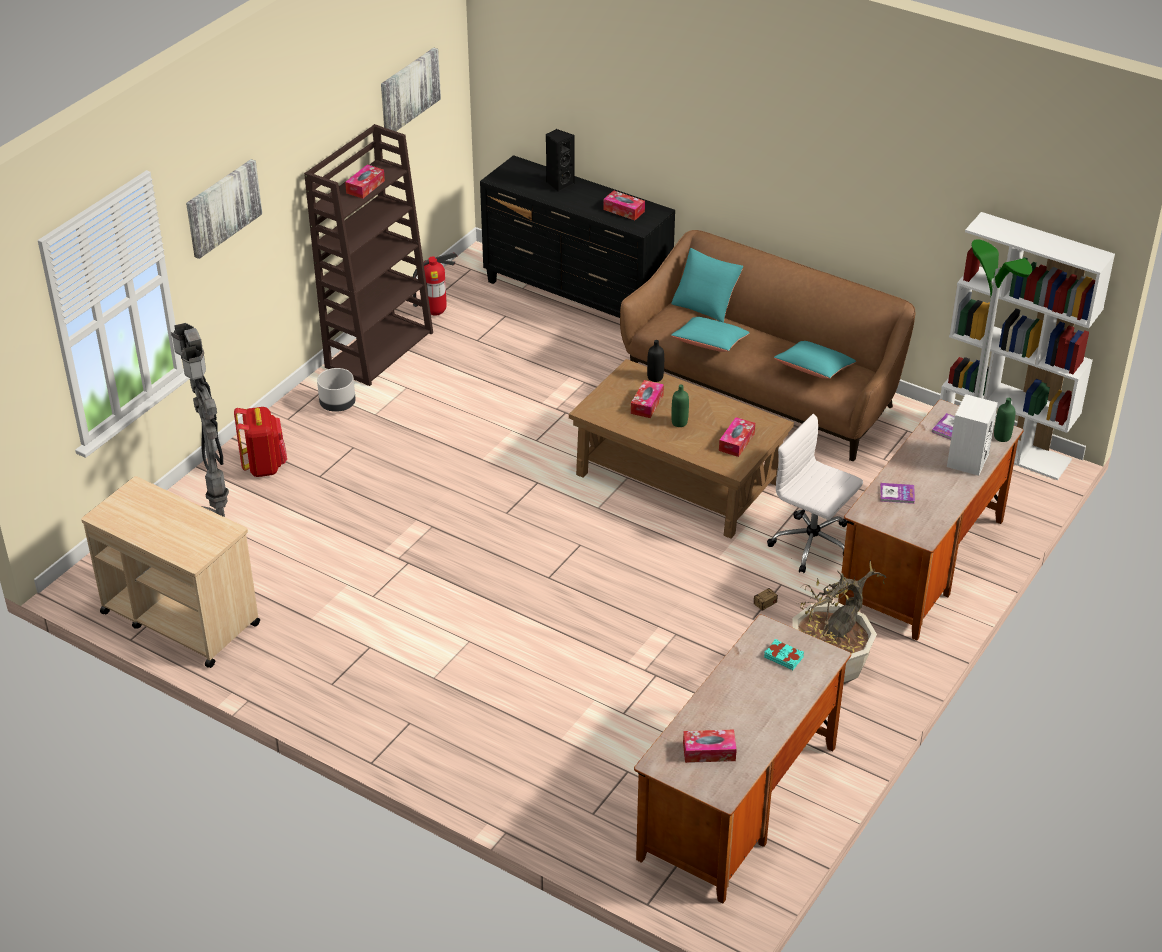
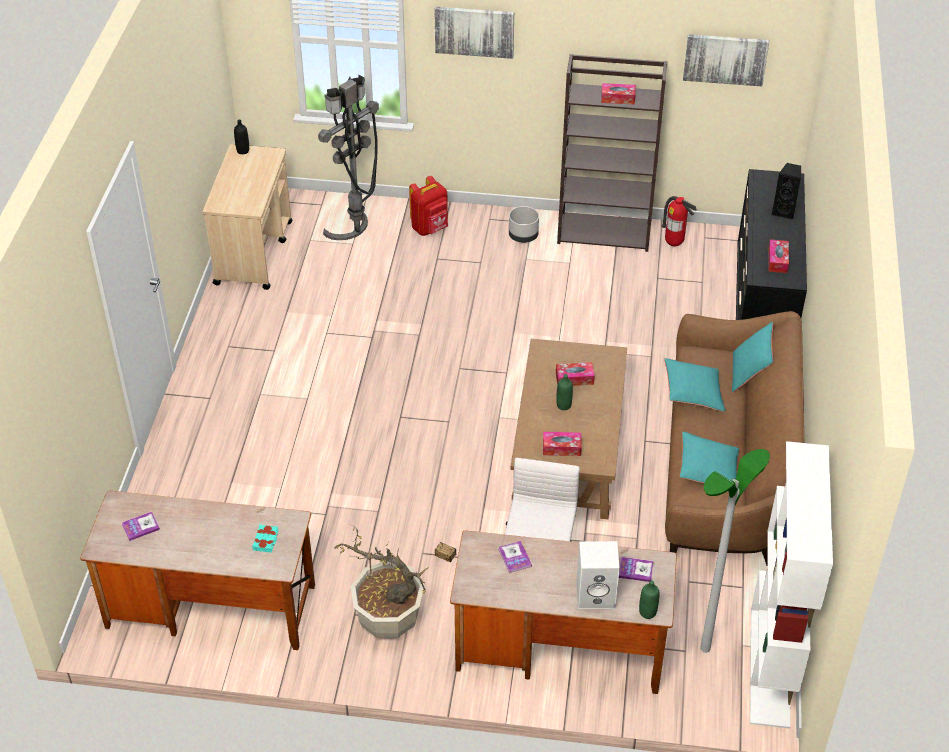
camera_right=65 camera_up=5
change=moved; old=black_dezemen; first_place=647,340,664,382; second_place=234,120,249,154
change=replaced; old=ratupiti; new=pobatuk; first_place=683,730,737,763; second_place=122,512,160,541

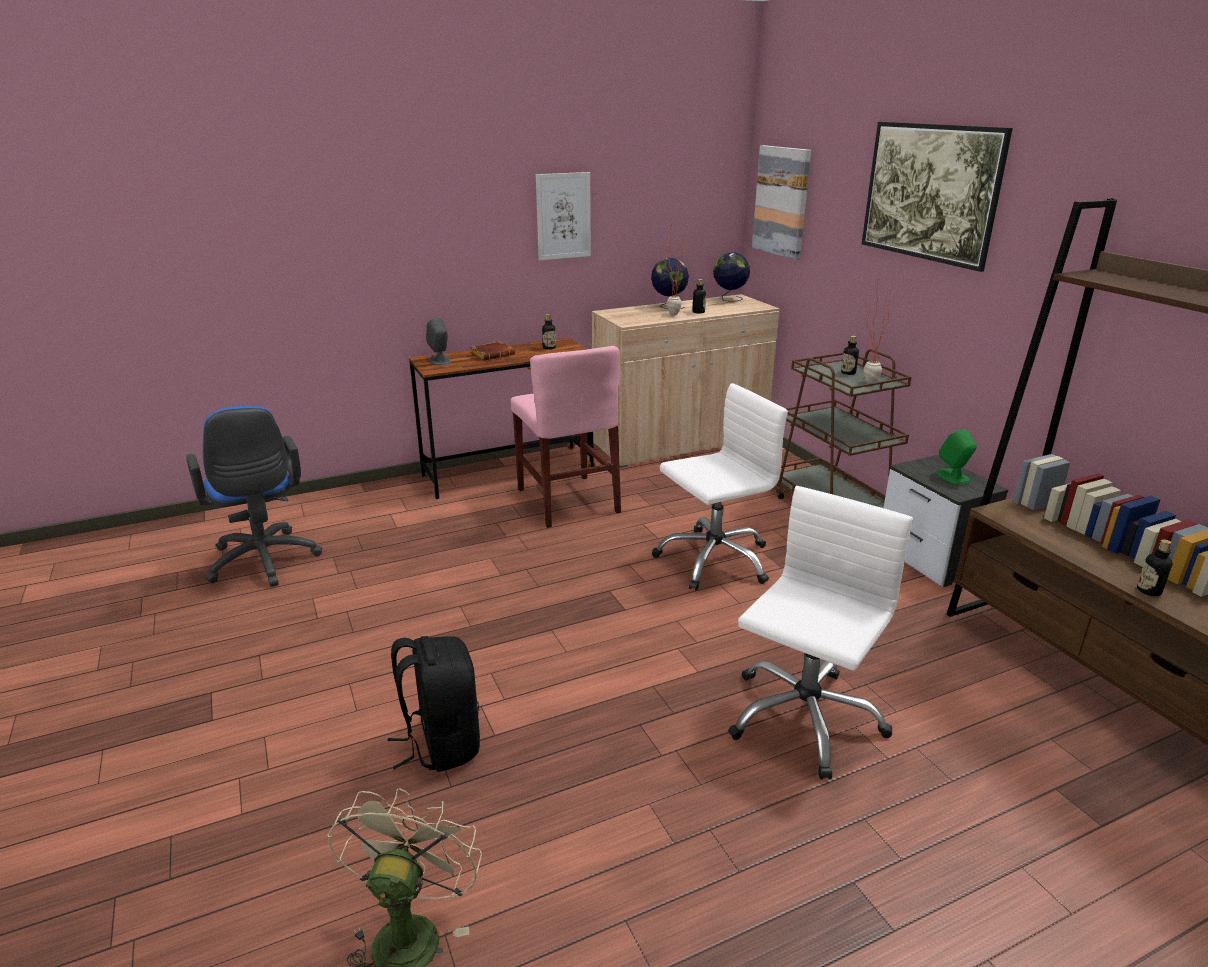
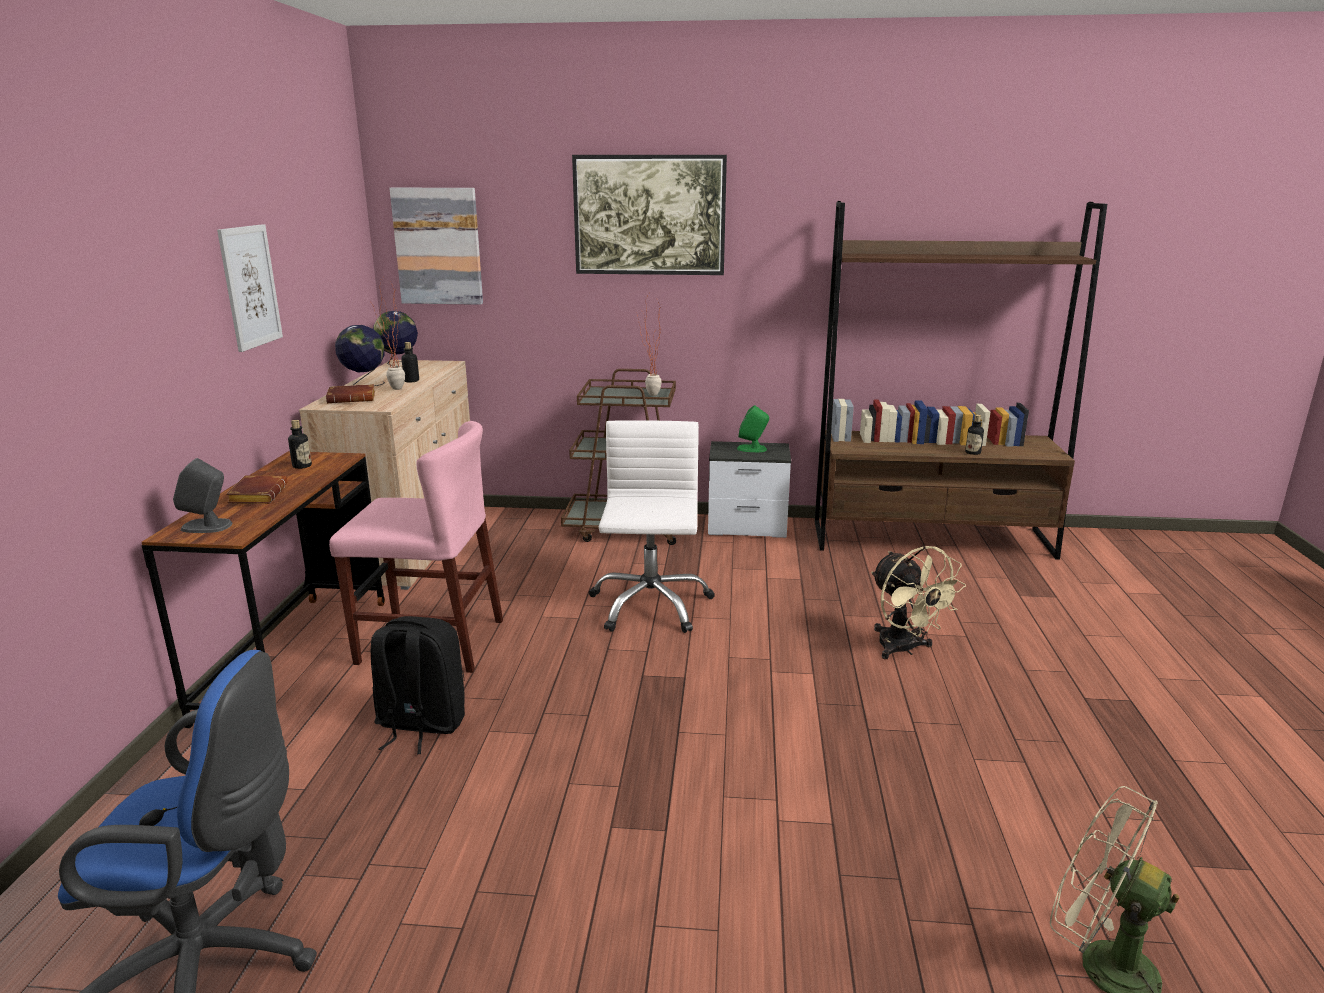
camera_right=-60 camera_up=-5
change=moved; old=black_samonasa; first_place=387,636,480,772; second_place=371,616,465,754
change=replaced; old=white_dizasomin; new=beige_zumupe; first_place=728,486,913,779; second_place=871,546,966,659
change=removed; old=dezemen; first_place=841,336,859,375
change=added; new=brown_pobatuk; second_place=326,384,375,403

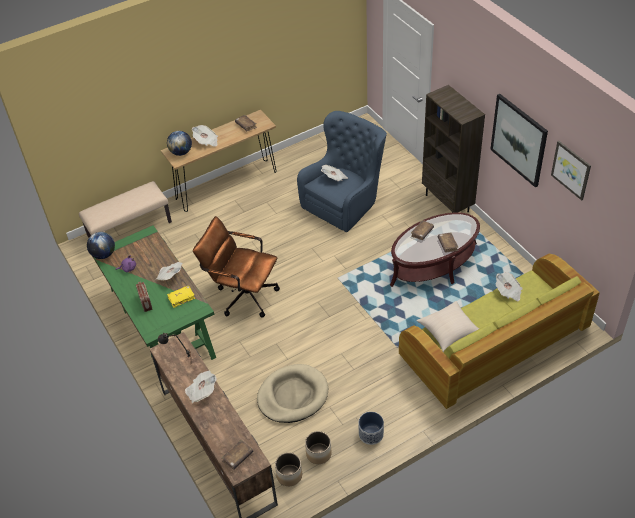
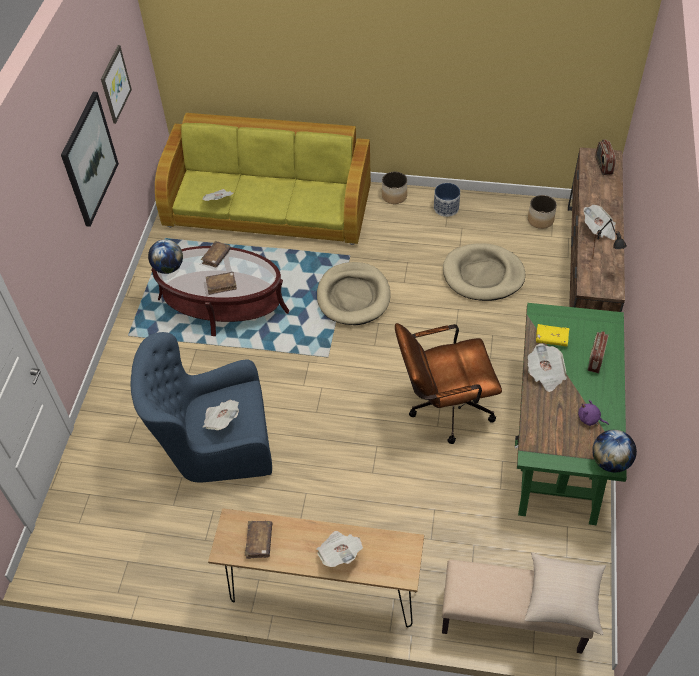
camera_right=-140 camera_up=5
change=moved; old=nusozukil; first_place=167,131,192,156; second_place=148,239,183,274
change=turned; old=brown_dizasomin; first_place=193,216,280,318; second_place=395,323,502,444; degrees=105
change=replaced; old=brown_pobatuk; new=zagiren; first_place=221,440,253,470; second_place=595,139,616,175
change=moved; old=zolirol; first_place=305,431,332,464; second_place=382,171,407,204
change=moved; old=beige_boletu; first_place=416,301,479,352; second_place=524,552,606,635
change=removed; old=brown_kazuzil; first_place=422,85,485,213
change=added; new=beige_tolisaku; second_place=317,262,391,325

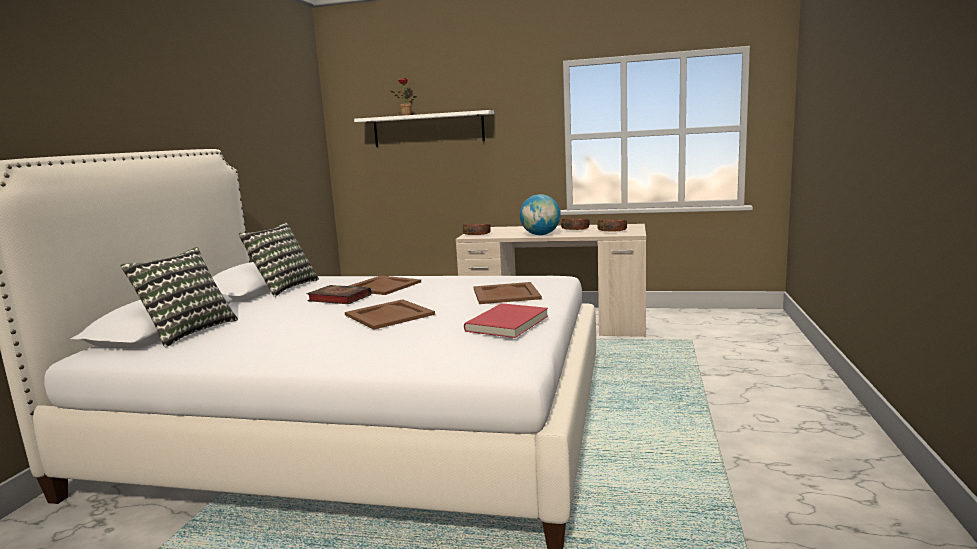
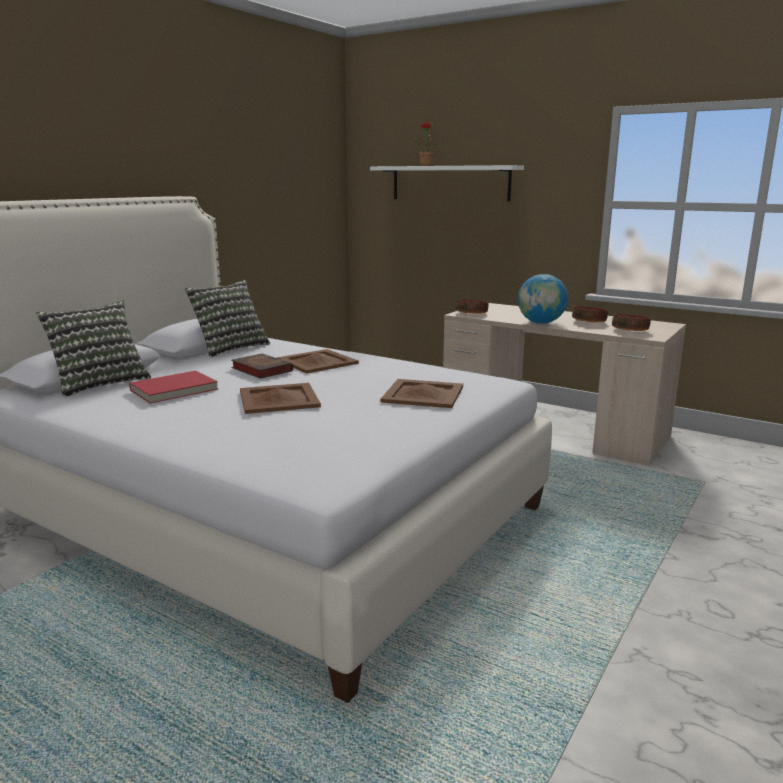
camera_right=20 camera_up=5
change=moved; old=red_pobatuk; first_place=464,303,548,338; second_place=129,371,218,403

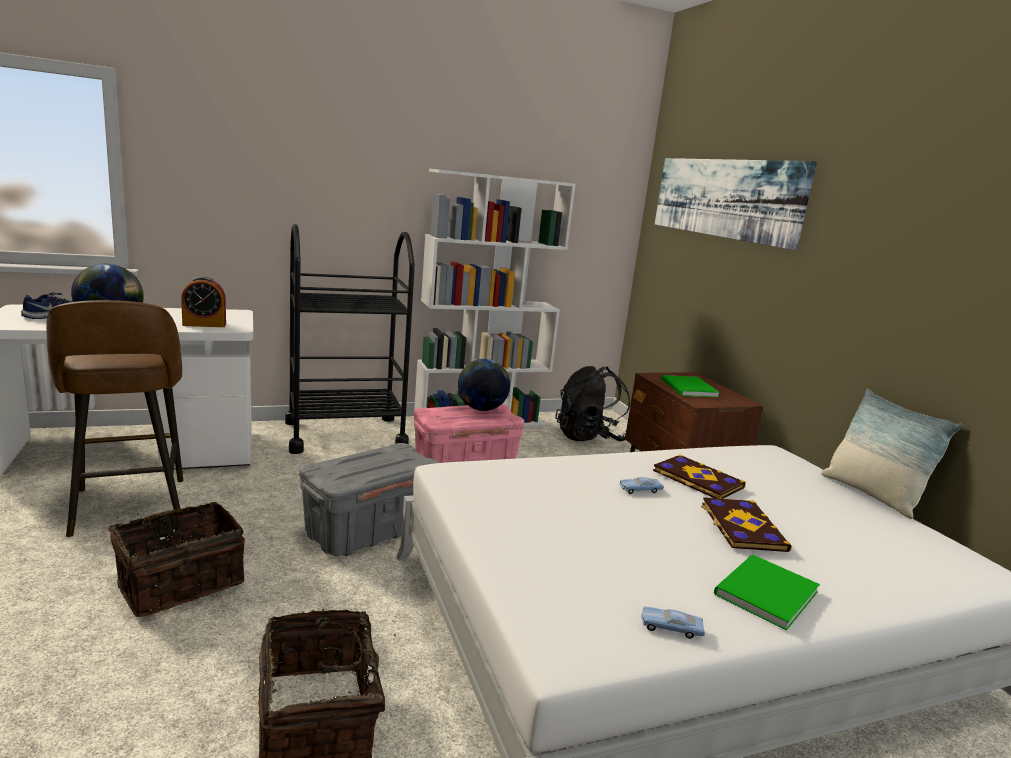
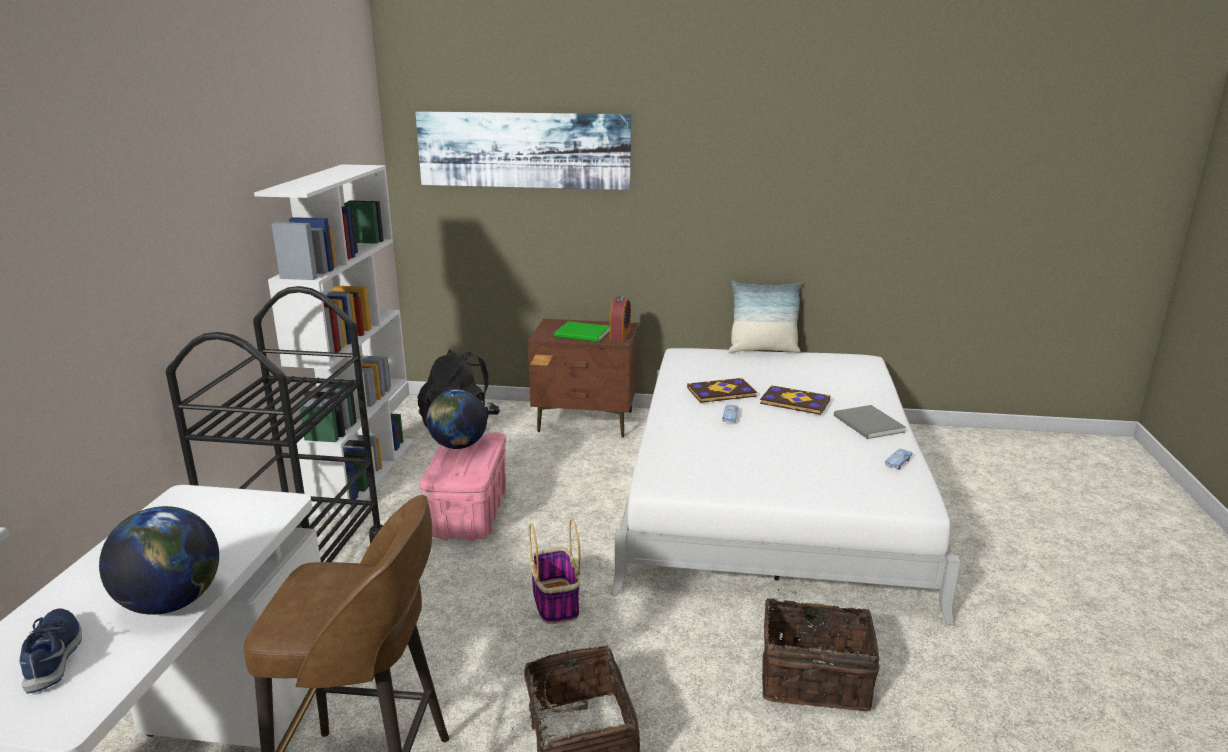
camera_right=-60 camera_up=5
change=moved; old=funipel; first_place=181,276,226,327; second_place=610,296,631,342
change=replaced; old=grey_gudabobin; new=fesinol; first_place=299,443,439,556; second_place=529,518,580,624
change=recoloured; old=green_pobatuk; new=grey_pobatuk; first_place=714,555,820,631; second_place=834,405,906,439

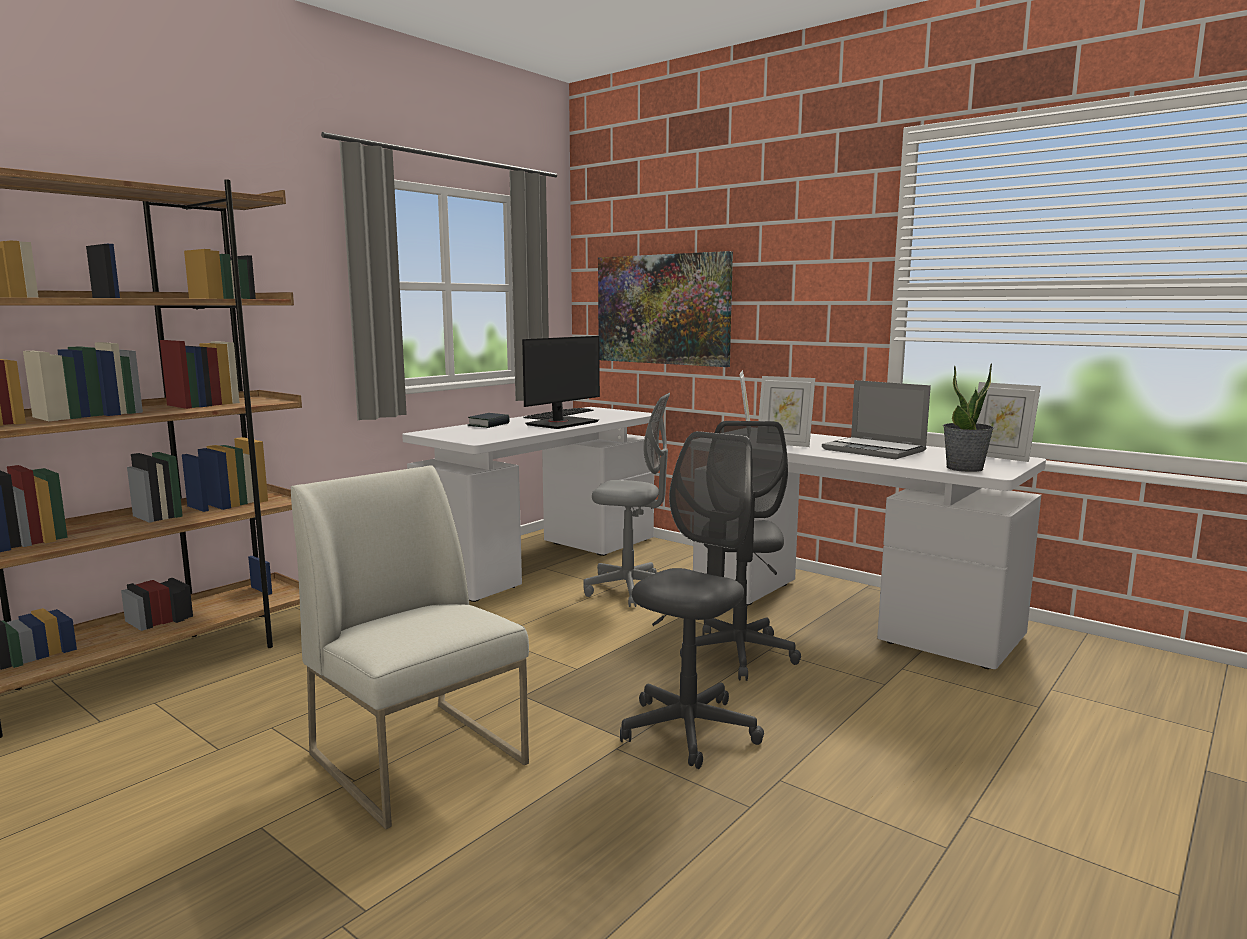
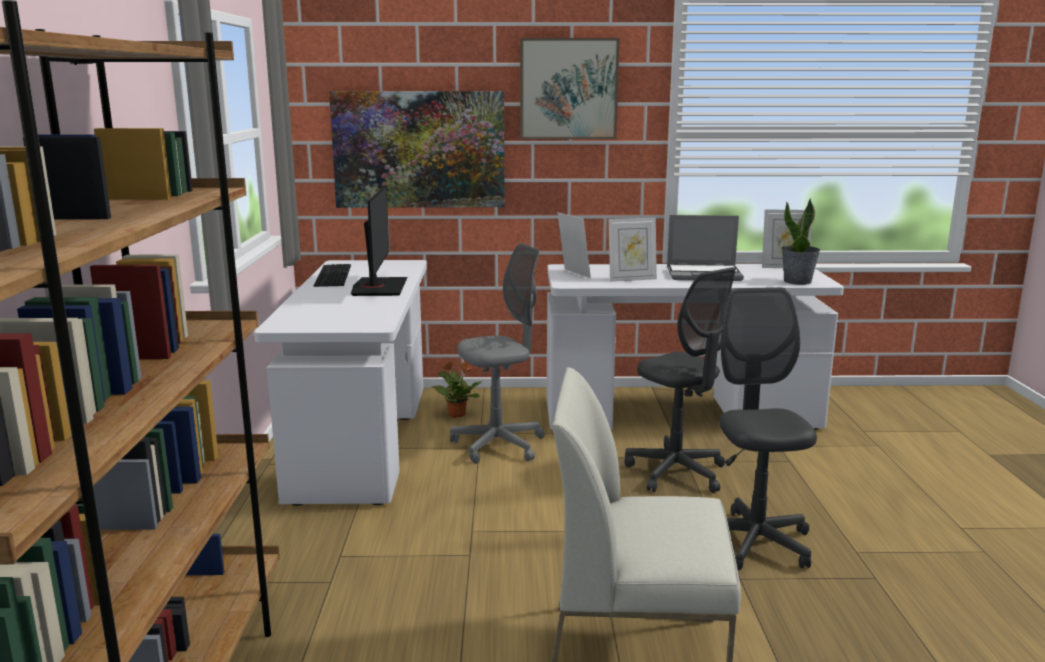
camera_right=-40 camera_up=5
change=removed; old=pobatuk; first_place=467,413,510,428
change=added; new=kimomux; second_place=432,361,482,418
change=added; new=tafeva; second_place=520,38,619,139

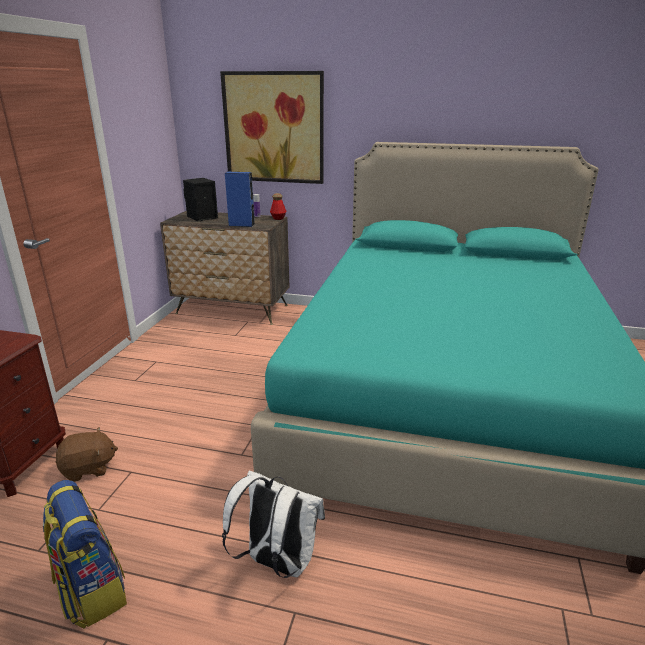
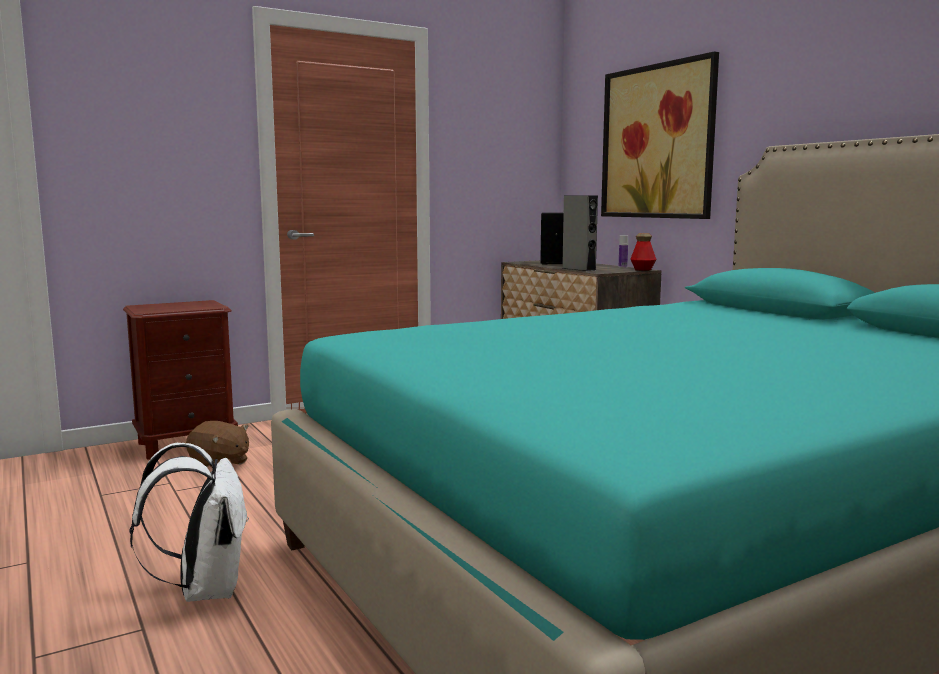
camera_right=45 camera_up=-15
change=removed; old=samonasa; first_place=43,480,127,629
change=recoloured; old=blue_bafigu; new=grey_bafigu; first_place=225,172,255,227; second_place=562,195,598,271

